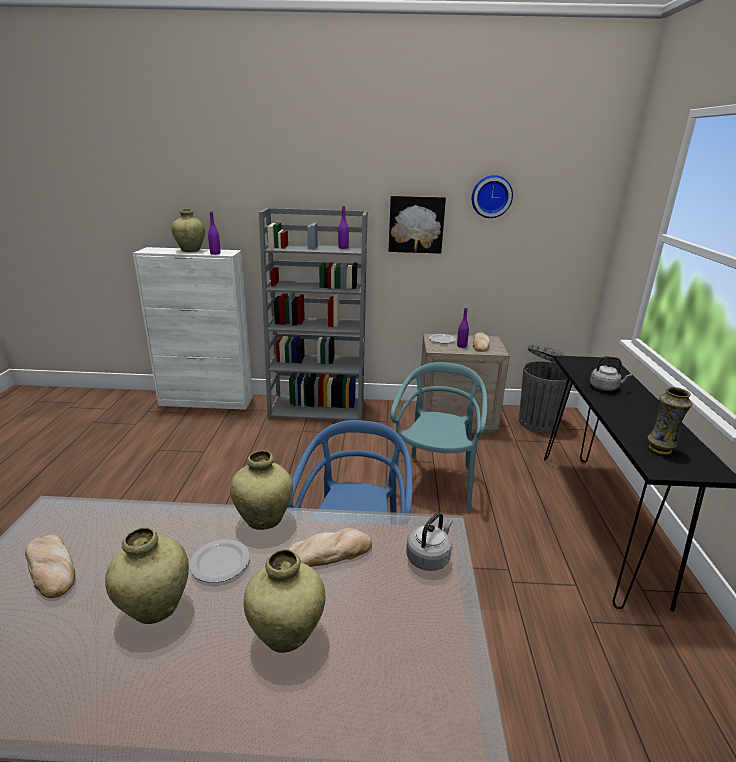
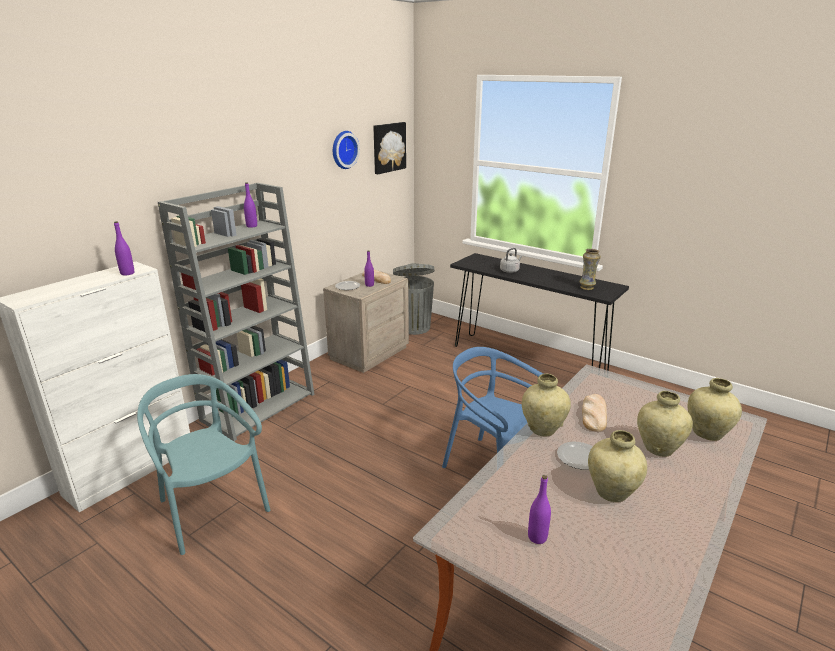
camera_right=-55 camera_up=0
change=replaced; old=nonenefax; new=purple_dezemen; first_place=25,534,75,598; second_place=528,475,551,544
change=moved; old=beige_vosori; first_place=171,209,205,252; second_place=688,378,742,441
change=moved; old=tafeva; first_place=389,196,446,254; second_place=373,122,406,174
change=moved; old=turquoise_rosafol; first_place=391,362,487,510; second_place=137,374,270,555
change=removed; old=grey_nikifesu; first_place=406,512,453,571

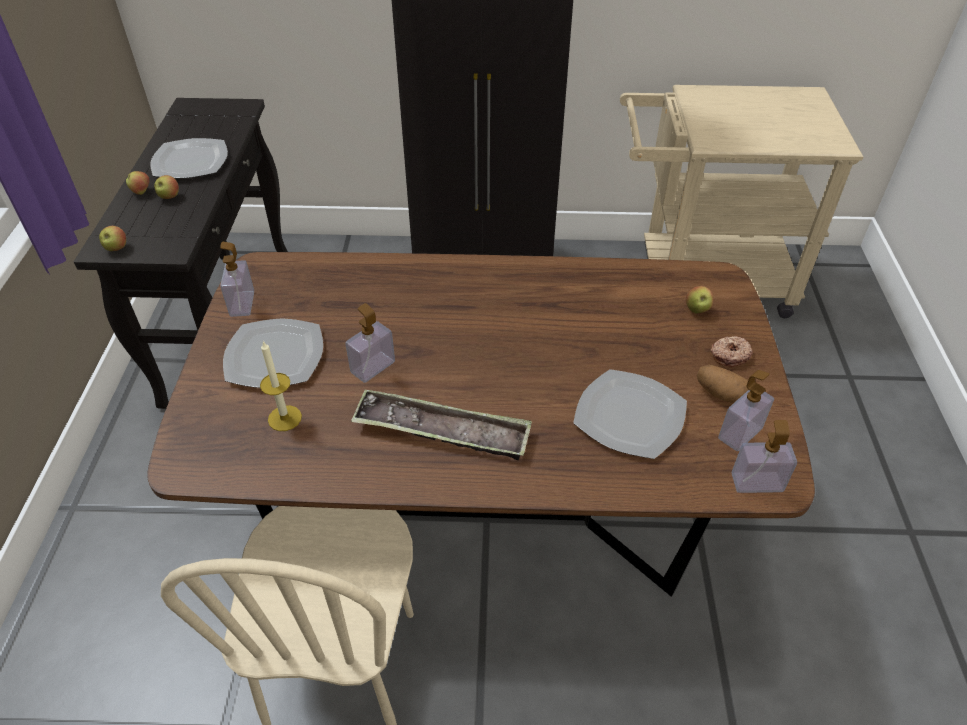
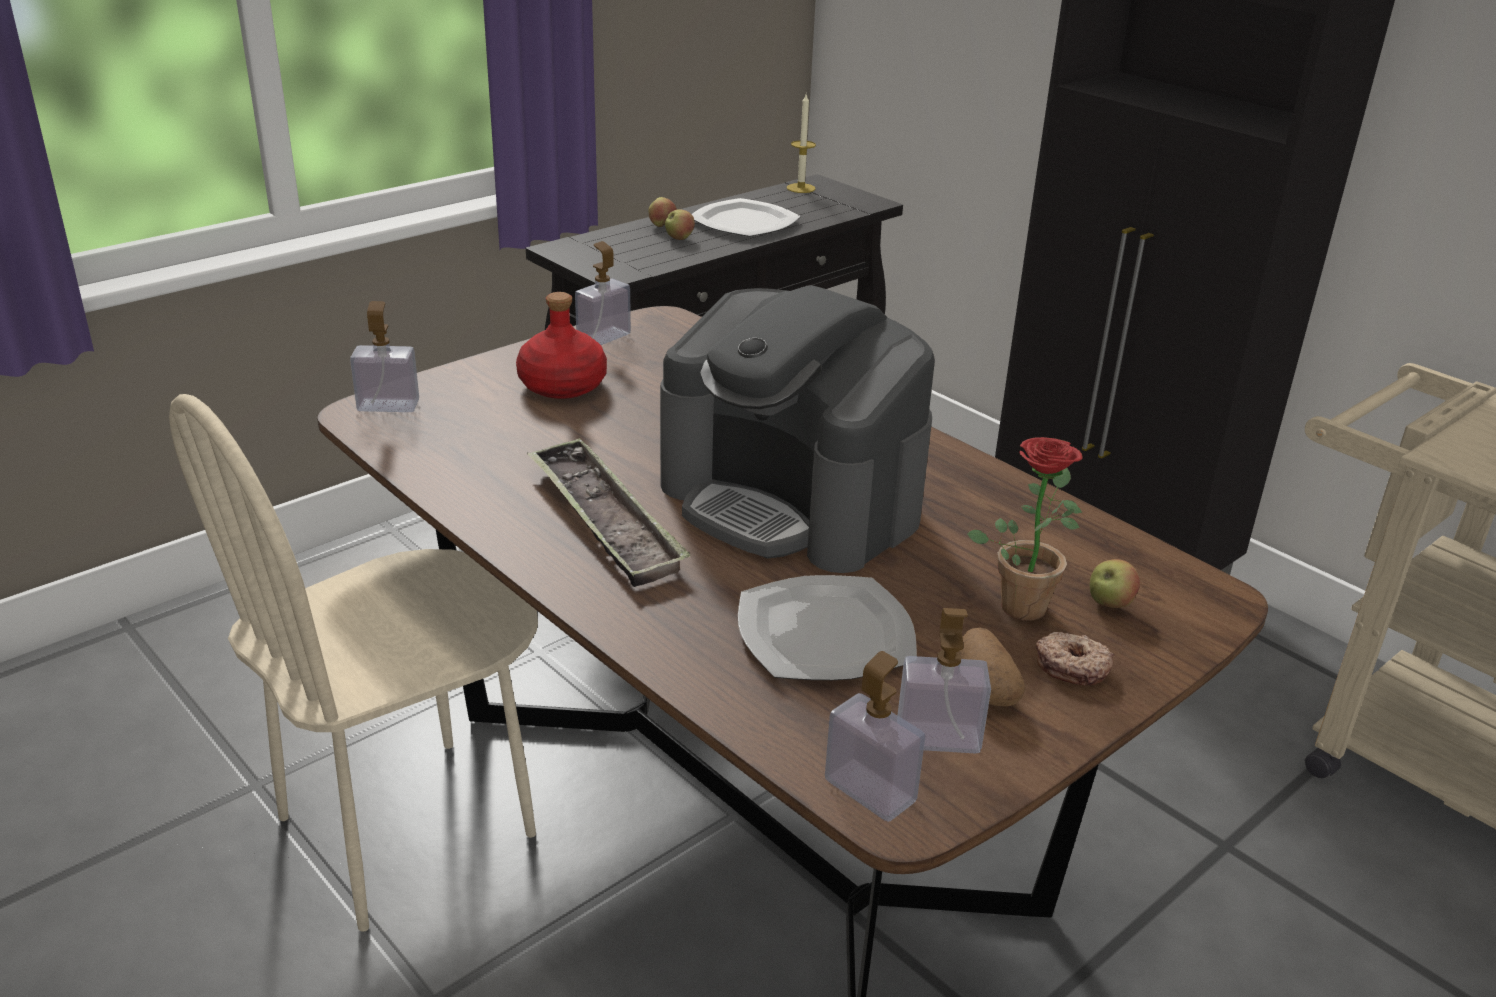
camera_right=45 camera_up=-15
change=removed; old=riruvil; first_place=99,226,126,251
change=replaced; old=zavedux; new=red_dezemen; first_place=223,318,323,388; second_place=516,292,607,399
change=moved; old=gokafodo; first_place=260,341,302,431; second_place=787,94,816,193
change=moved; old=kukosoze; first_place=345,303,395,383; second_place=350,301,419,412
change=added; new=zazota; second_place=660,285,935,573
change=added; new=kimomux; second_place=967,437,1083,621

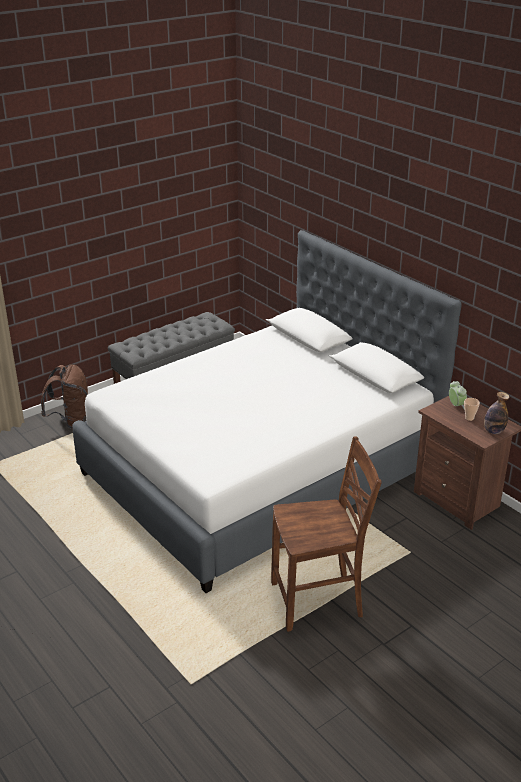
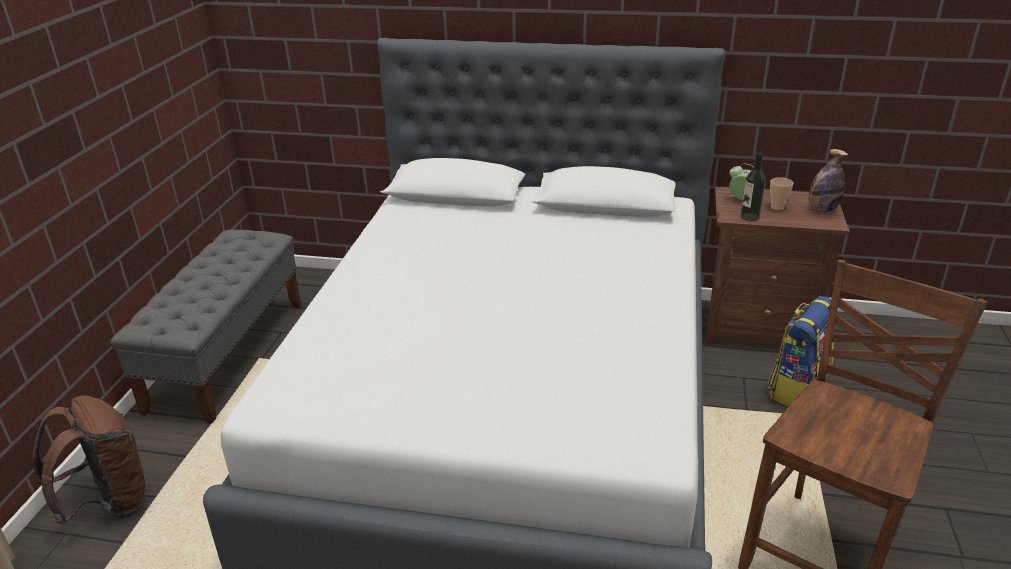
camera_right=-40 camera_up=0
change=added; new=dezemen; second_place=740,152,766,221
change=added; new=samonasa; second_place=767,296,834,407

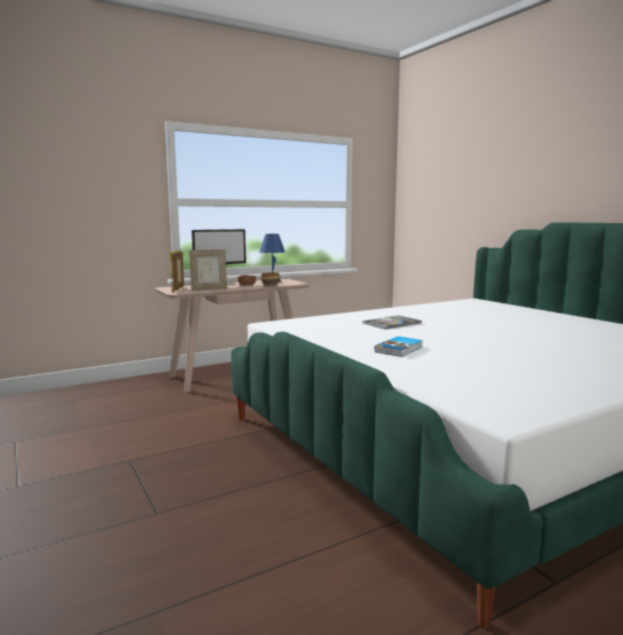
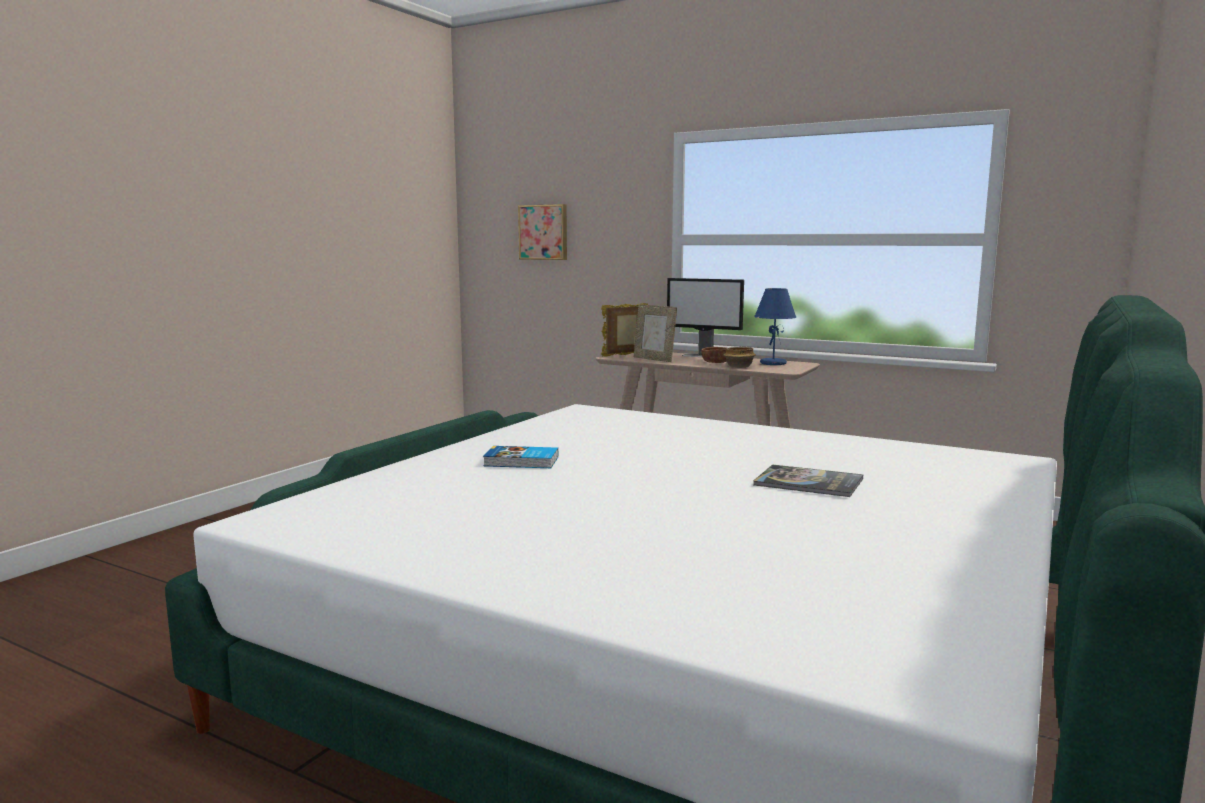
camera_right=60 camera_up=0
change=moved; old=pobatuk; first_place=363,315,422,330; second_place=753,464,863,497
change=added; new=tafeva; second_place=518,204,567,260

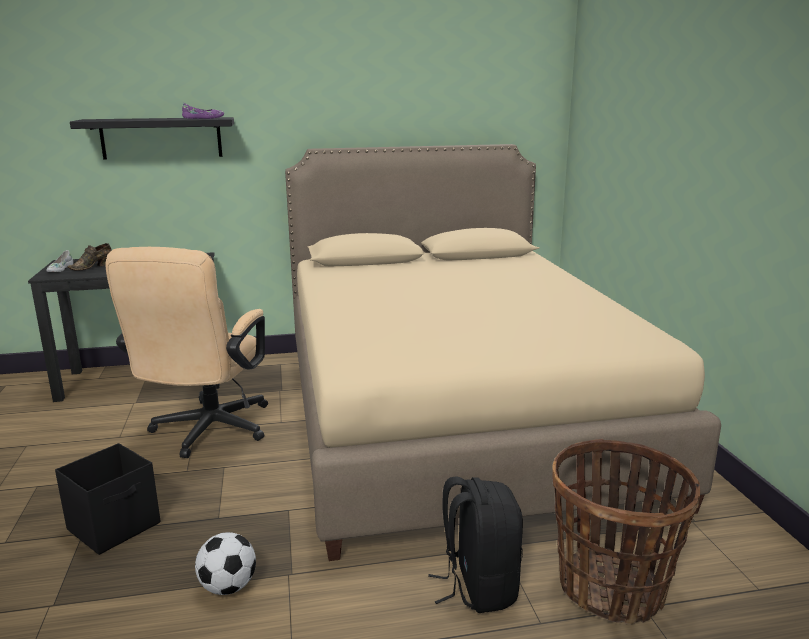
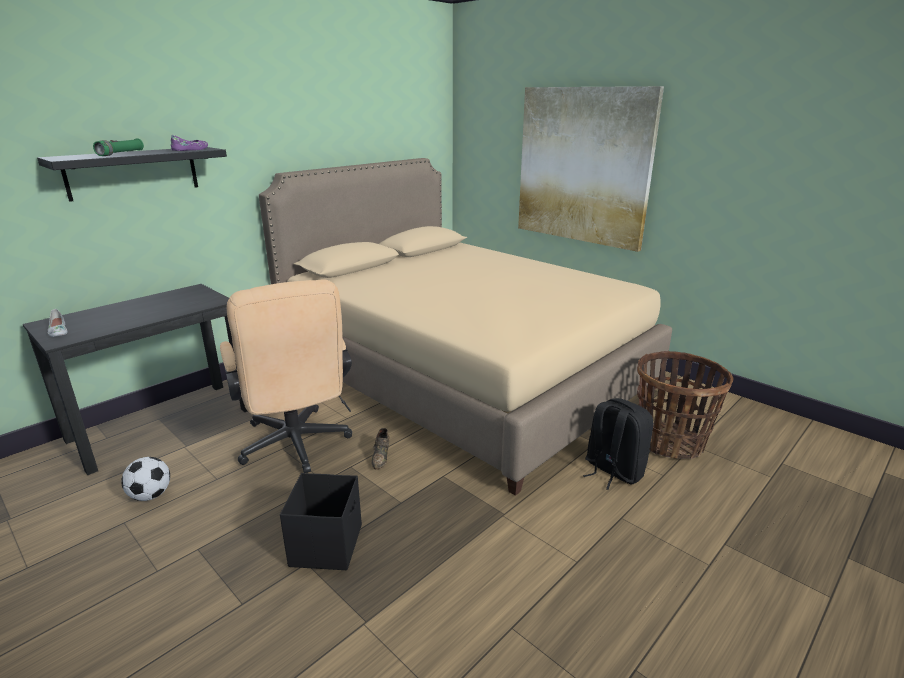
camera_right=-35 camera_up=5
change=moved; old=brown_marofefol; first_place=67,243,112,271; second_place=371,428,389,469
change=moved; old=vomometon; first_place=195,532,256,595; second_place=122,457,170,501
change=added; new=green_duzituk; second_place=93,138,144,156
change=added; new=tafeva; second_place=518,86,664,252

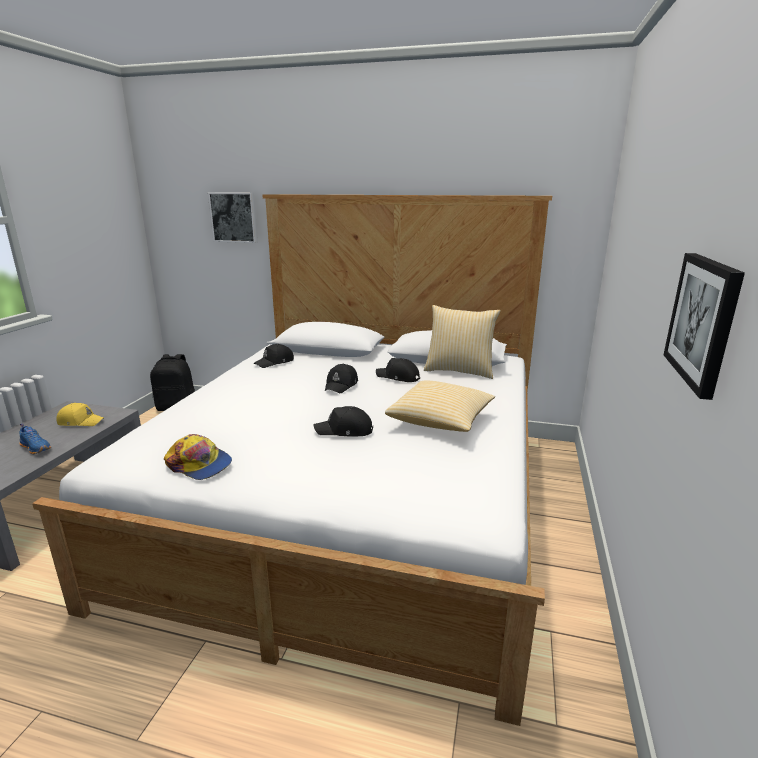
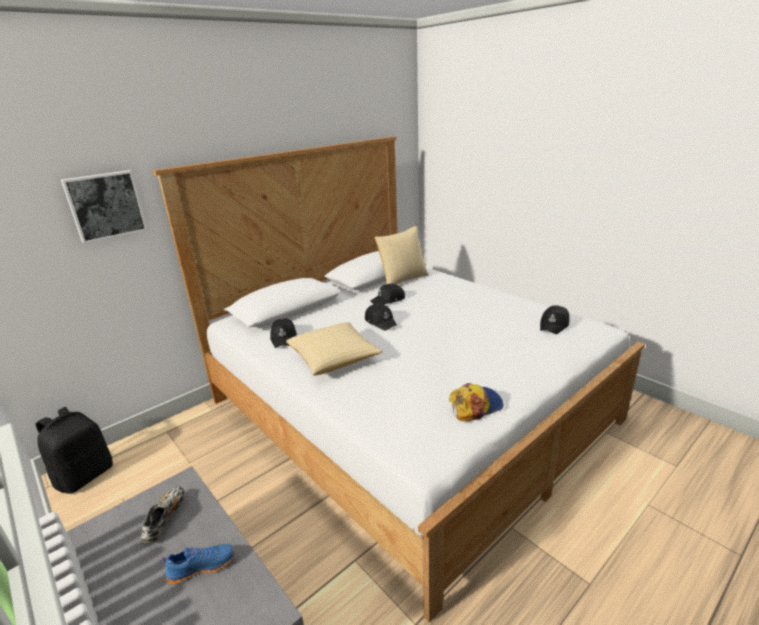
camera_right=-55 camera_up=5
change=replaced; old=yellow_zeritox; new=marofefol; first_place=56,403,104,426; second_place=141,487,184,543
change=moved; old=black_zeritox; first_place=314,406,373,437; second_place=540,305,570,334
change=moved; old=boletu; first_place=385,381,495,432; second_place=286,322,382,376
change=removed; old=tafeva; first_place=664,253,745,400

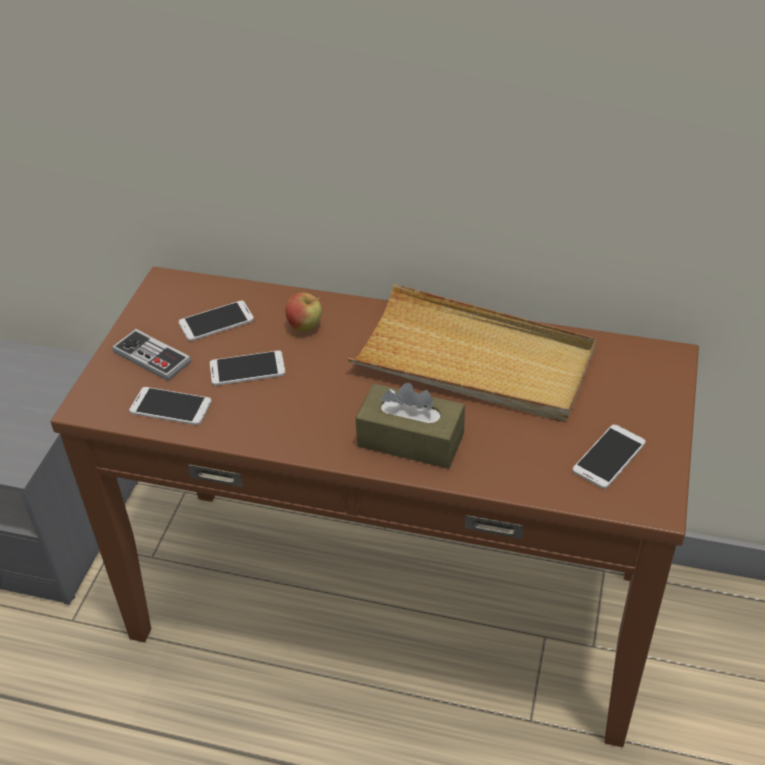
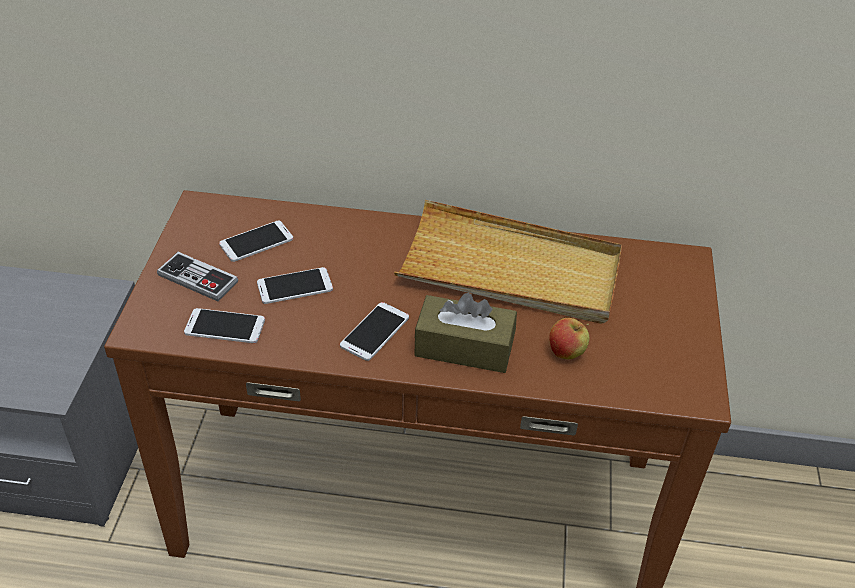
camera_right=-10 camera_up=0
change=moved; old=riruvil; first_place=285,292,322,332; second_place=549,318,589,359
change=moved; old=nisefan; first_place=572,424,646,489; second_place=340,302,409,361

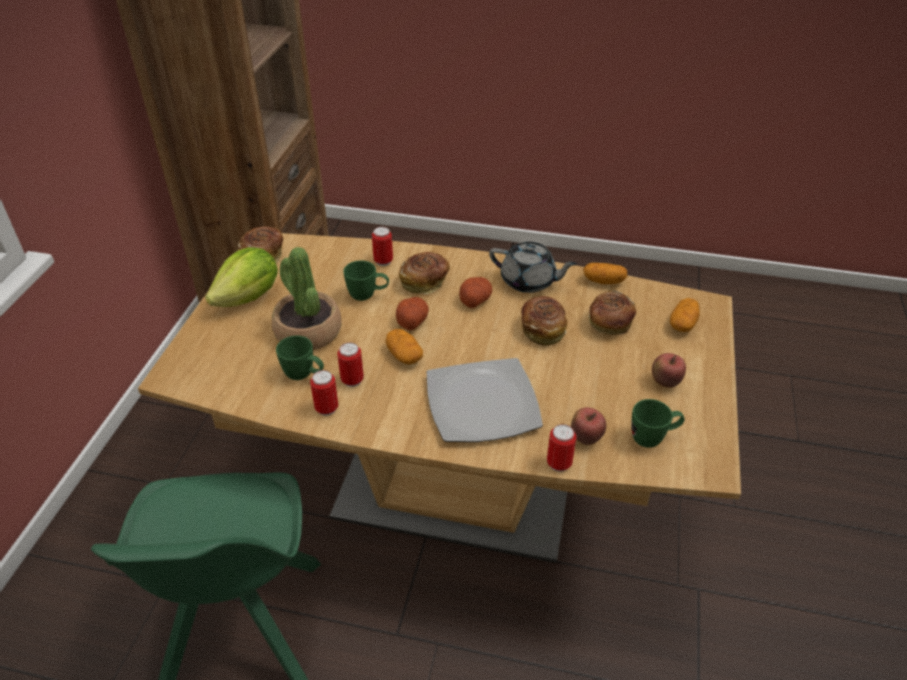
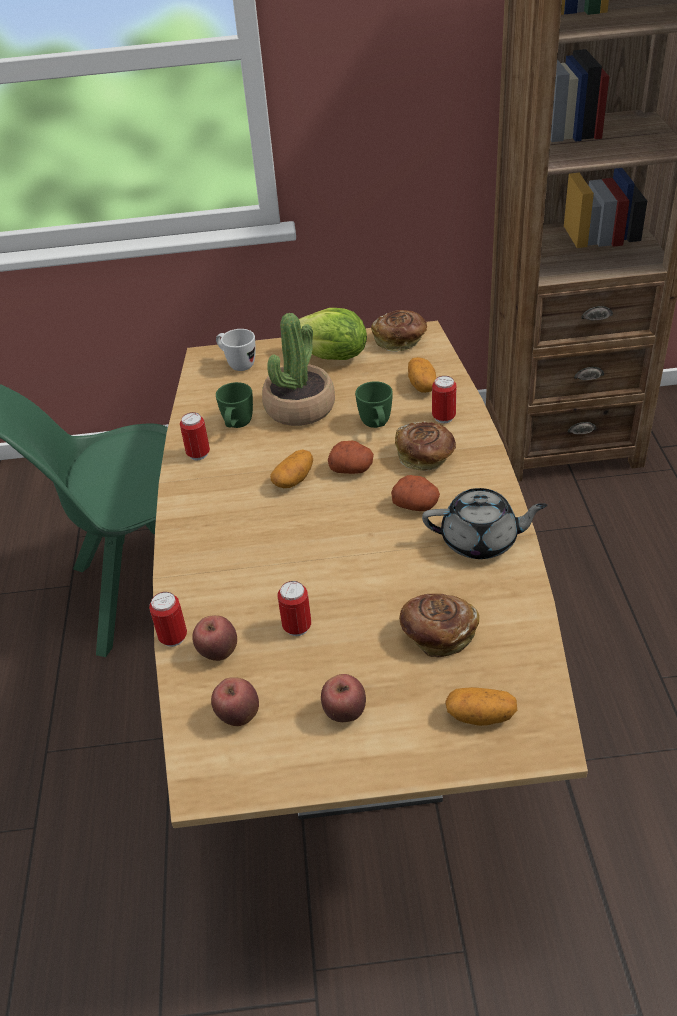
camera_right=75 camera_up=0
change=moved; old=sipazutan; first_place=337,342,364,387; second_place=277,581,311,636
change=removed; old=zavedux; first_place=427,358,543,442
change=turned; old=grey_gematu; first_place=489,242,577,293; second_place=422,488,548,559; degrees=-90
change=removed; old=nonenefax; first_place=522,296,567,346
change=moved; old=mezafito; first_place=583,263,627,284; second_place=408,357,436,393
change=replaced; old=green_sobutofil; new=riruvil; first_place=631,399,685,448; second_place=211,677,259,726
change=added; new=white_sobutofil; second_place=216,329,255,371

